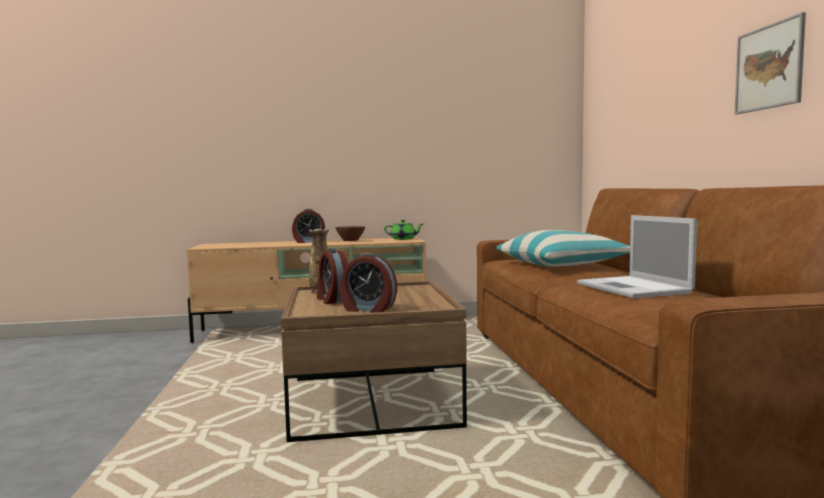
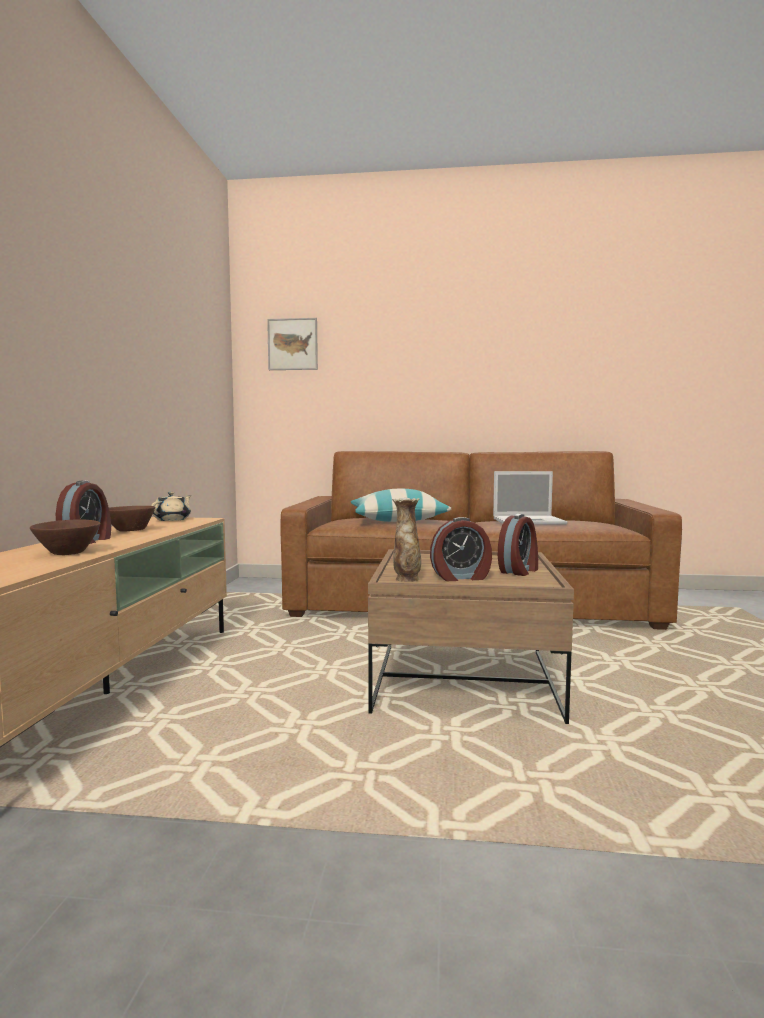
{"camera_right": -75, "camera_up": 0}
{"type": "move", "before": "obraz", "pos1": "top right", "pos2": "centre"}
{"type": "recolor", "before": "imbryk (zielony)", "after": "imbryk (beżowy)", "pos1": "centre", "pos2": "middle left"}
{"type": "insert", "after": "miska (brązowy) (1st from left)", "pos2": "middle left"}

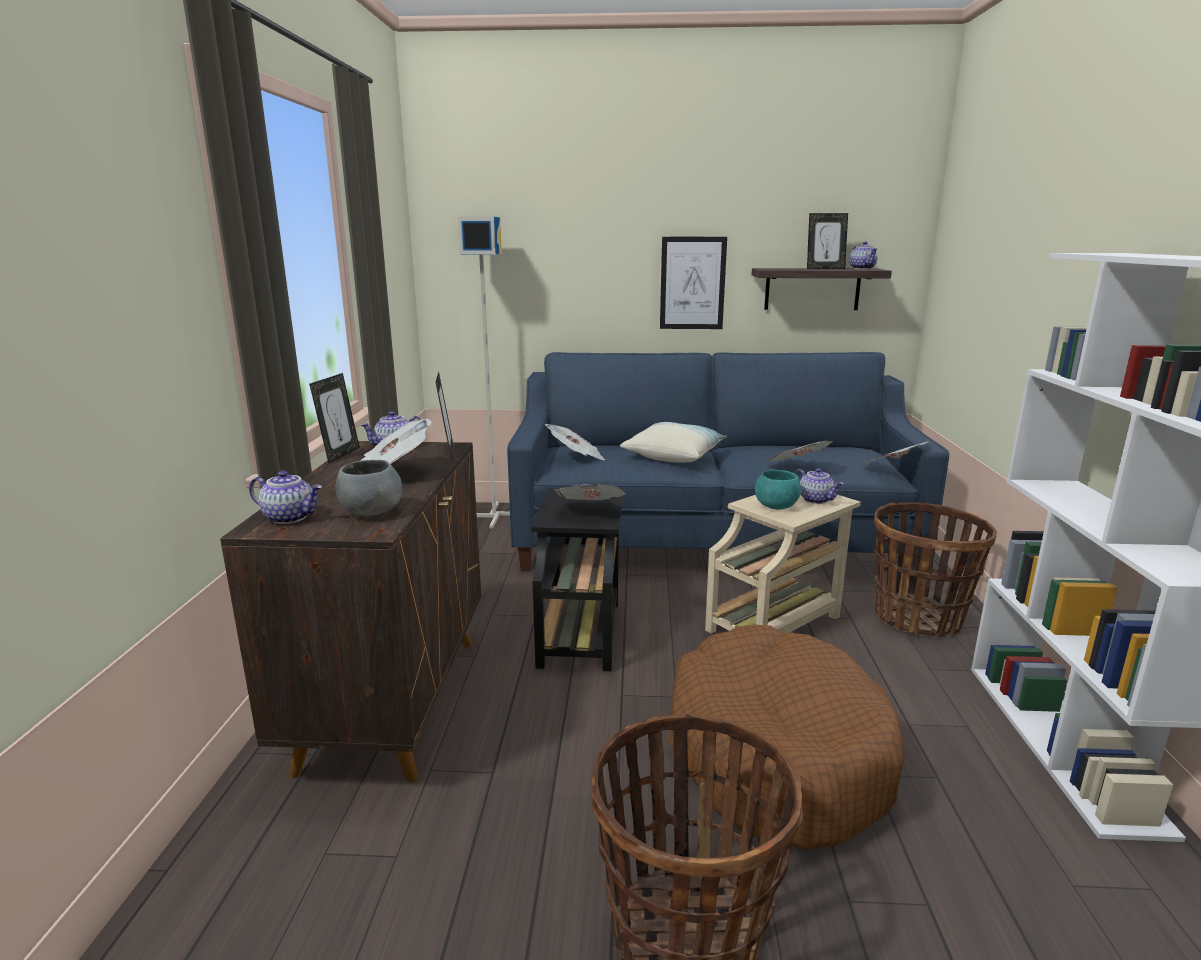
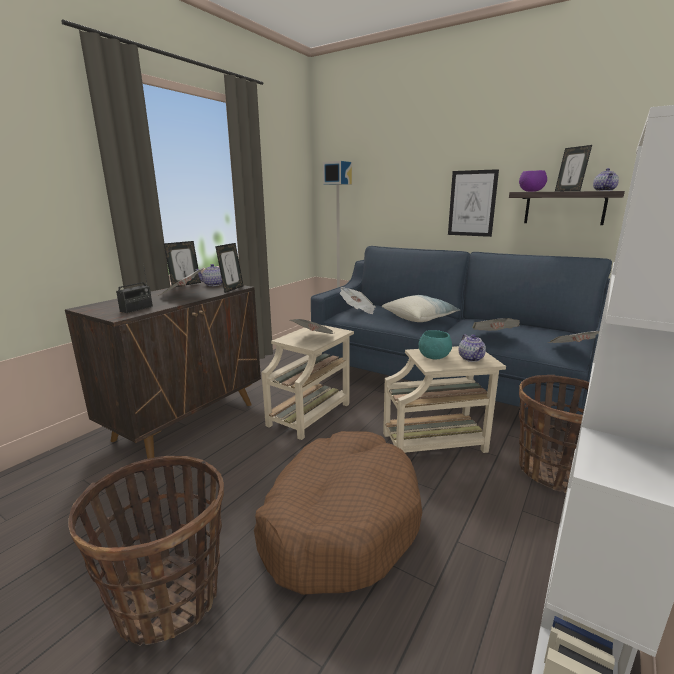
{"camera_right": 30, "camera_up": 0}
{"type": "rotate", "before": "ramka na zdjęcie (3rd from left)", "pos1": "top right", "pos2": "top right", "turn": 45}
{"type": "replace", "before": "miska (szary)", "after": "radio", "pos1": "middle left", "pos2": "middle left"}
{"type": "delete", "before": "imbryk (1st from left)", "pos1": "middle left"}
{"type": "recolor", "before": "stolik (czarny)", "after": "stolik (beżowy) (1st from left)", "pos1": "centre", "pos2": "centre"}
{"type": "insert", "after": "miska (fioletowy)", "pos2": "top right"}

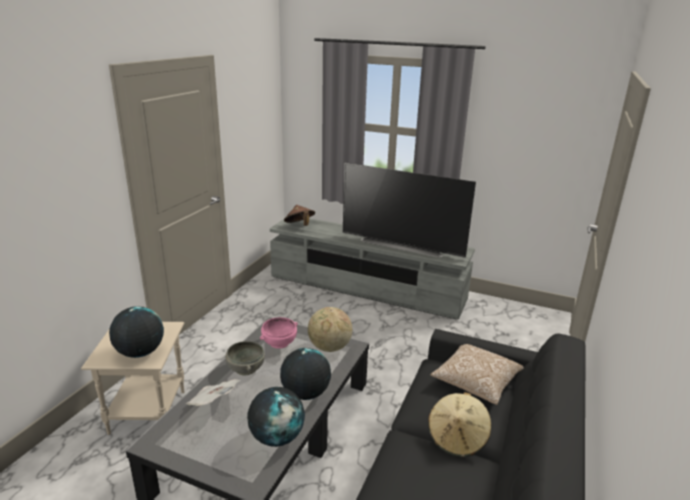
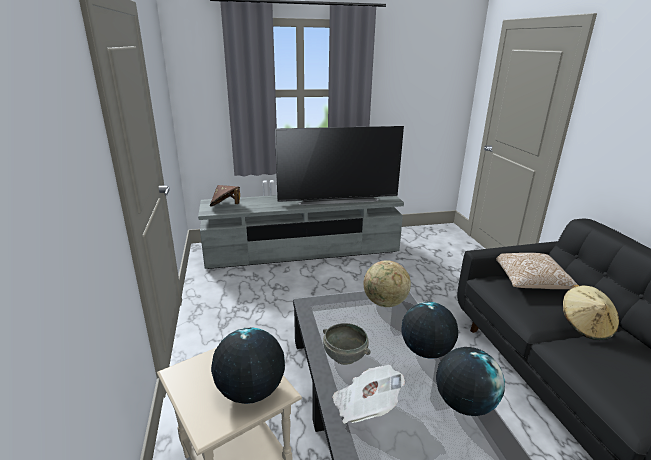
{"camera_right": -35, "camera_up": 0}
{"type": "delete", "before": "miska (różowy)", "pos1": "centre"}

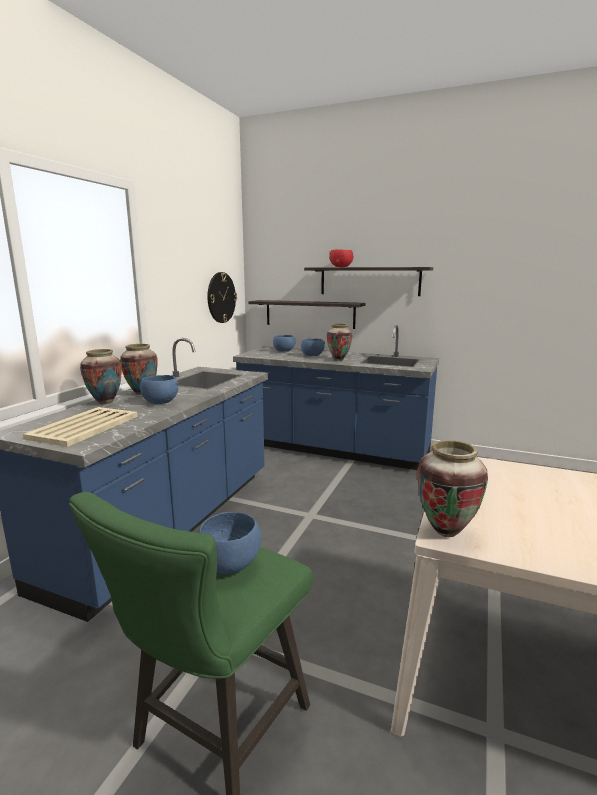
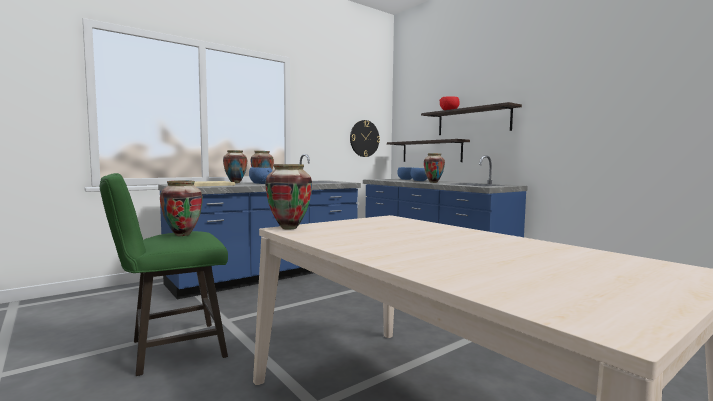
{"camera_right": 30, "camera_up": -10}
{"type": "replace", "before": "miska (niebieski) (2nd from left)", "after": "wazon (1st from left)", "pos1": "bottom centre", "pos2": "middle left"}

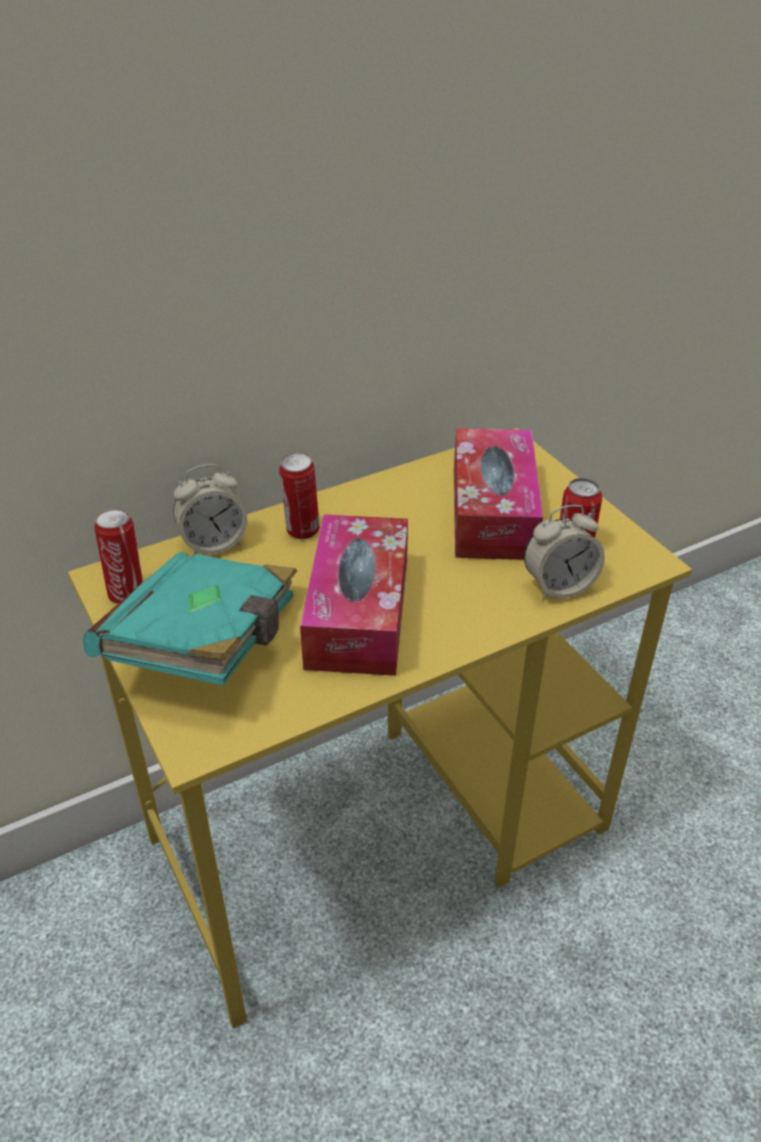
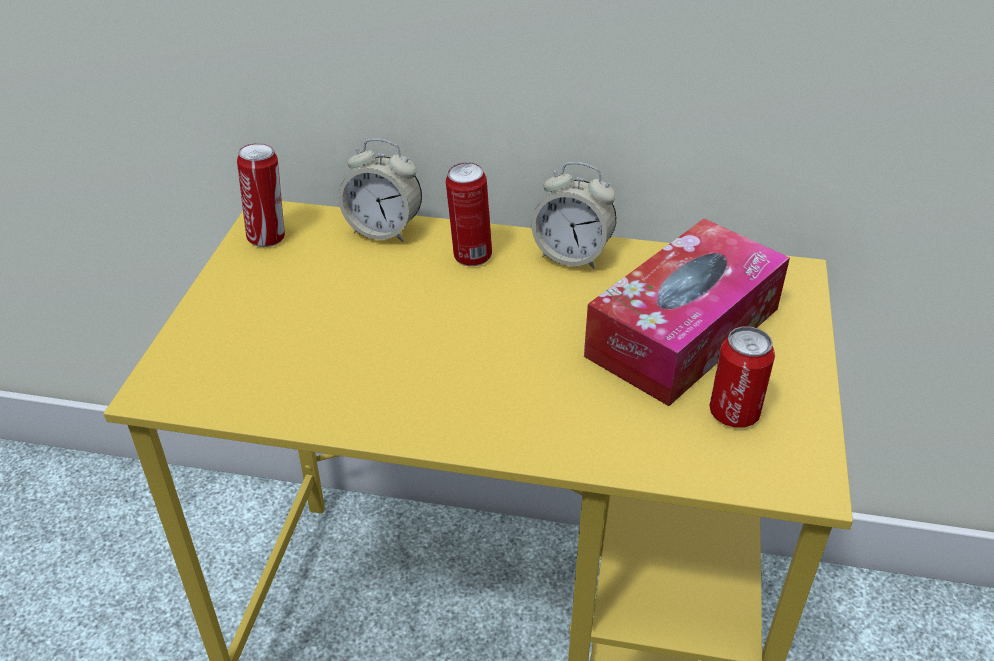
{"camera_right": 40, "camera_up": 0}
{"type": "move", "before": "budzik (2nd from left)", "pos1": "middle right", "pos2": "top centre"}
{"type": "delete", "before": "pudełko chusteczek (1st from left)", "pos1": "centre"}
{"type": "delete", "before": "książka (turkusowy)", "pos1": "middle left"}

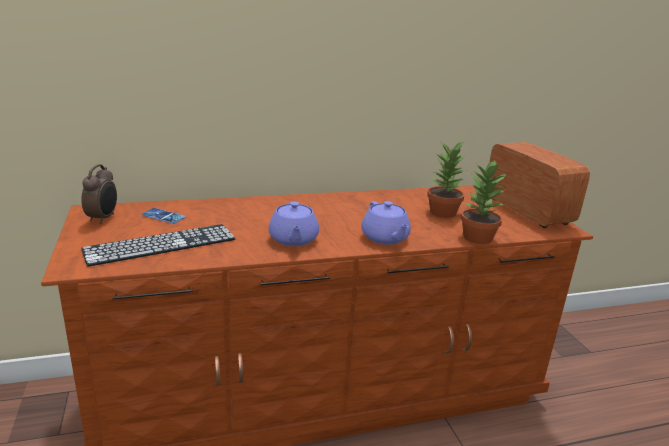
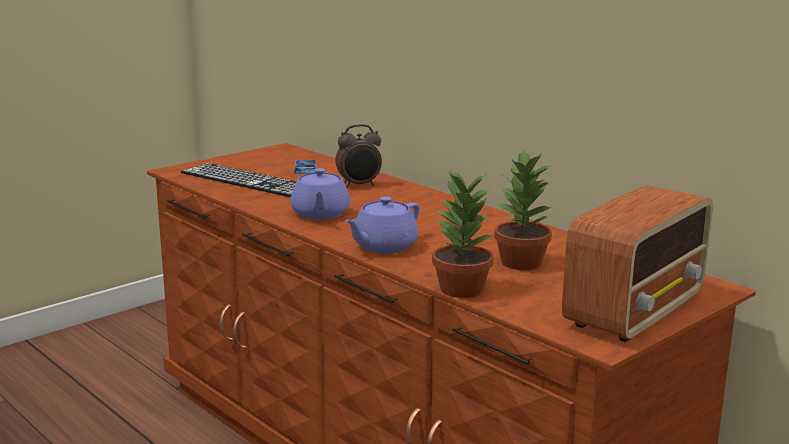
{"camera_right": 65, "camera_up": -5}
{"type": "move", "before": "budzik", "pos1": "middle left", "pos2": "centre"}
{"type": "rotate", "before": "imbryk (fioletowy) (1st from left)", "pos1": "centre", "pos2": "centre", "turn": -60}

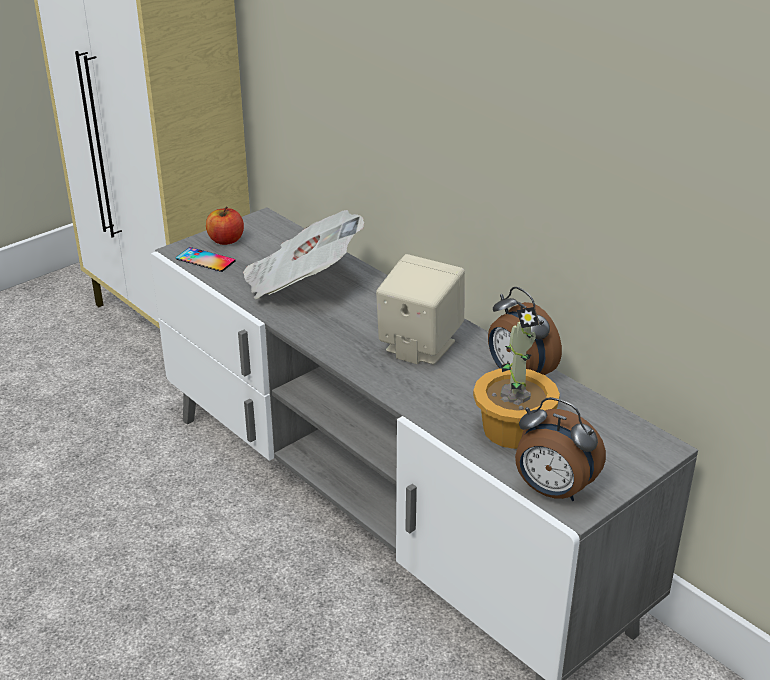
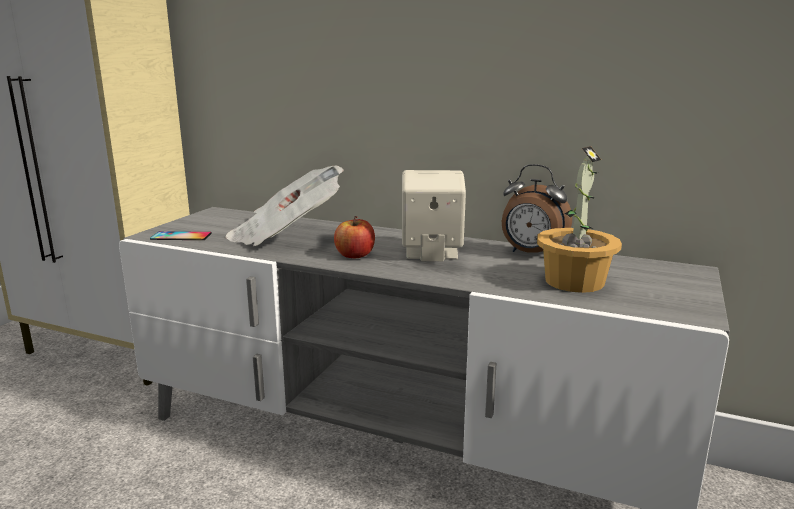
{"camera_right": -25, "camera_up": -15}
{"type": "move", "before": "jabłko", "pos1": "top left", "pos2": "centre"}
{"type": "delete", "before": "budzik (2nd from left)", "pos1": "middle right"}

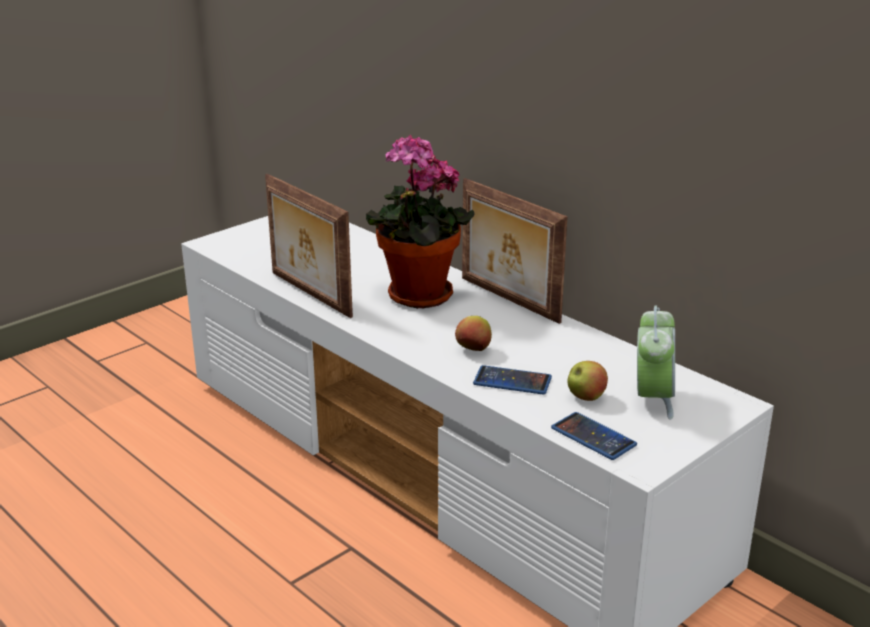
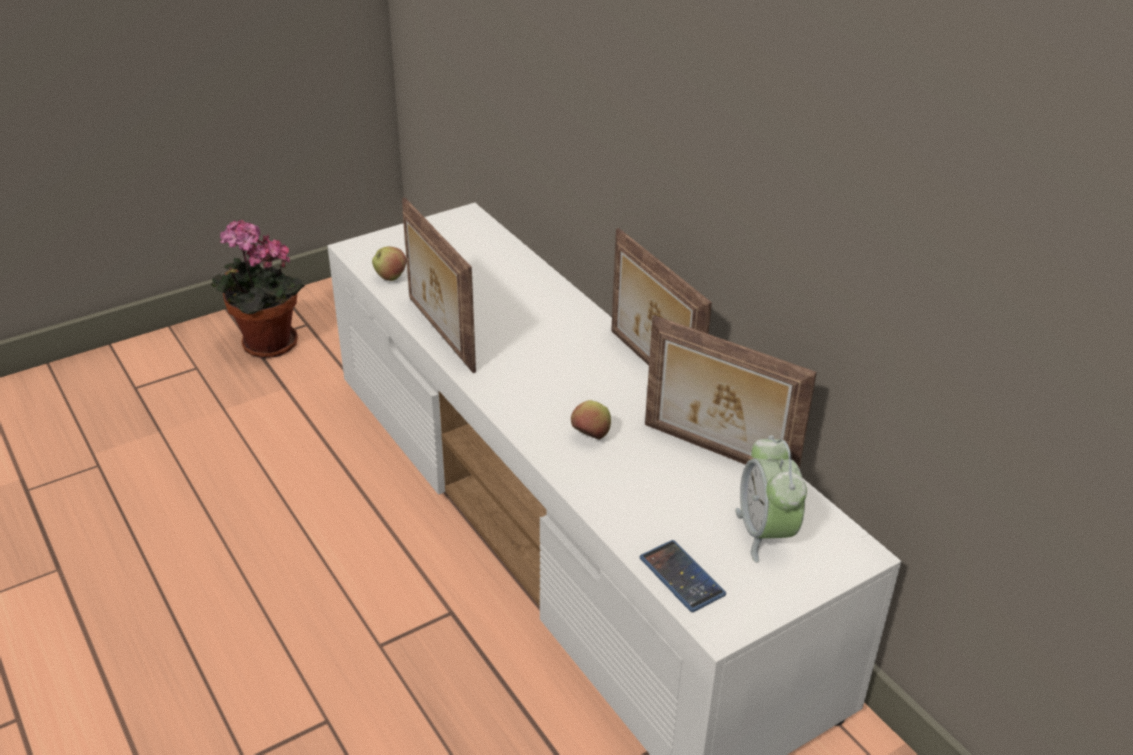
{"camera_right": 10, "camera_up": 10}
{"type": "move", "before": "roślina doniczkowa", "pos1": "centre", "pos2": "middle left"}
{"type": "rotate", "before": "budzik", "pos1": "middle right", "pos2": "middle right", "turn": 150}
{"type": "move", "before": "jabłko (2nd from left in the first image)", "after": "jabłko (1st from left)", "pos1": "middle right", "pos2": "centre"}
{"type": "delete", "before": "telefon (1st from left)", "pos1": "centre"}
{"type": "insert", "after": "ramka na zdjęcie (3rd from left)", "pos2": "centre"}

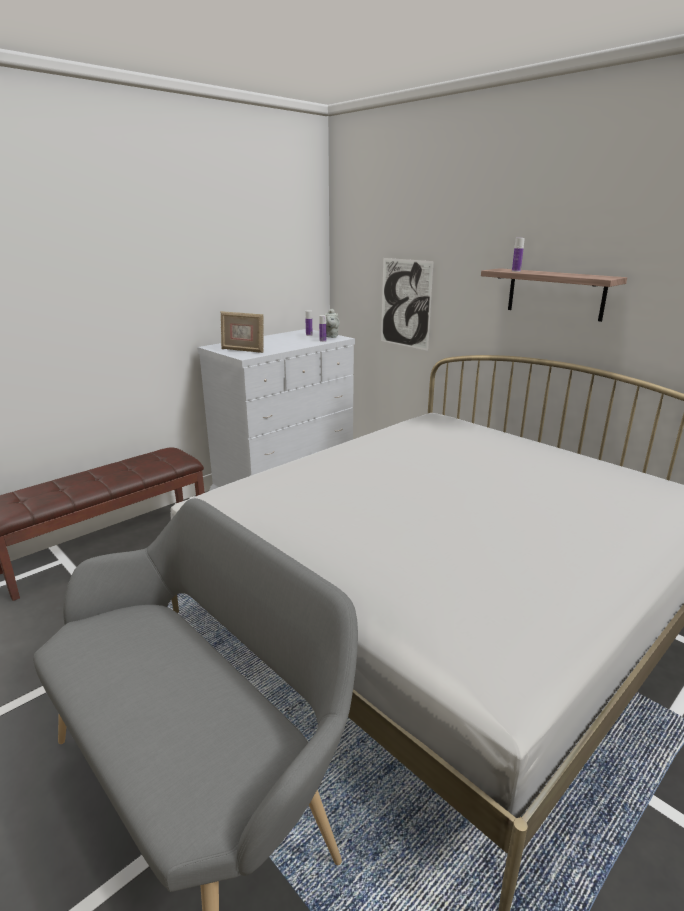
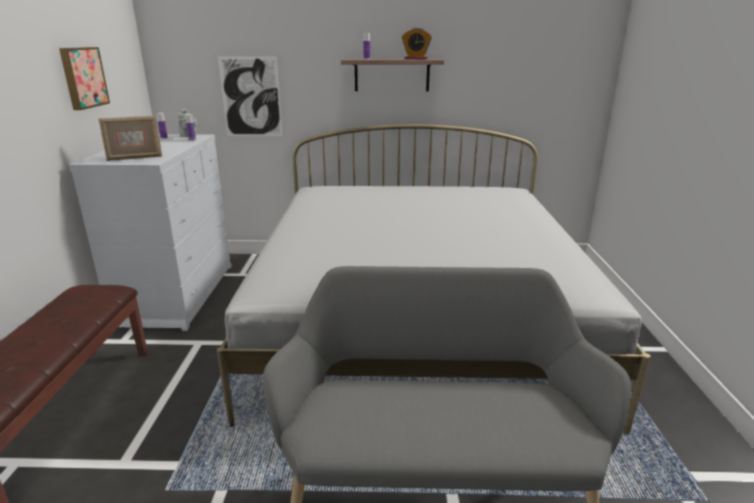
{"camera_right": -45, "camera_up": 0}
{"type": "insert", "after": "budzik", "pos2": "top centre"}
{"type": "insert", "after": "obraz (1st from left)", "pos2": "top left"}

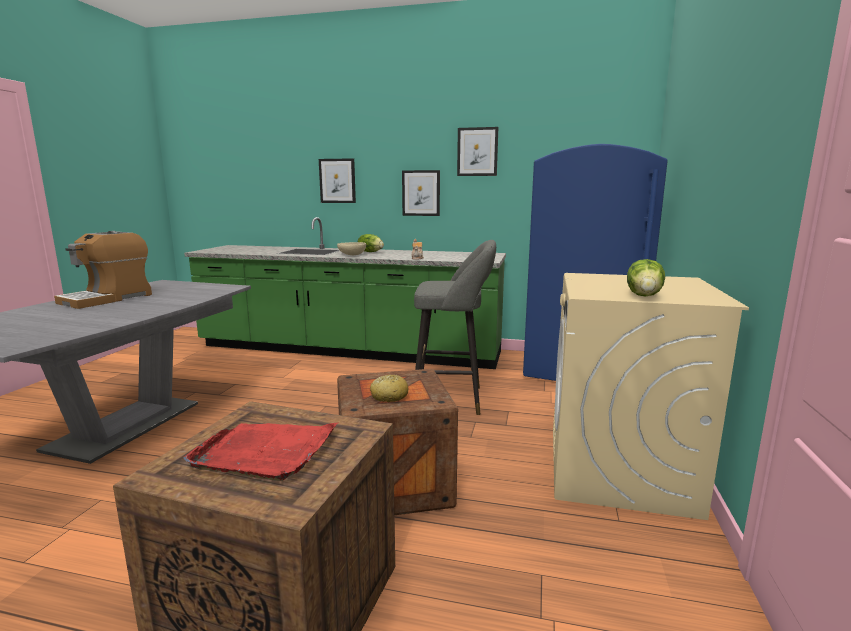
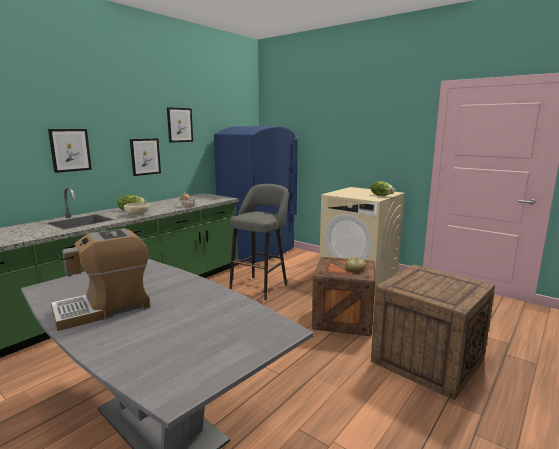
{"camera_right": -65, "camera_up": 0}
{"type": "rotate", "before": "ekspres do kawy", "pos1": "middle left", "pos2": "middle left", "turn": 90}
{"type": "delete", "before": "taca (czerwony)", "pos1": "bottom left"}

